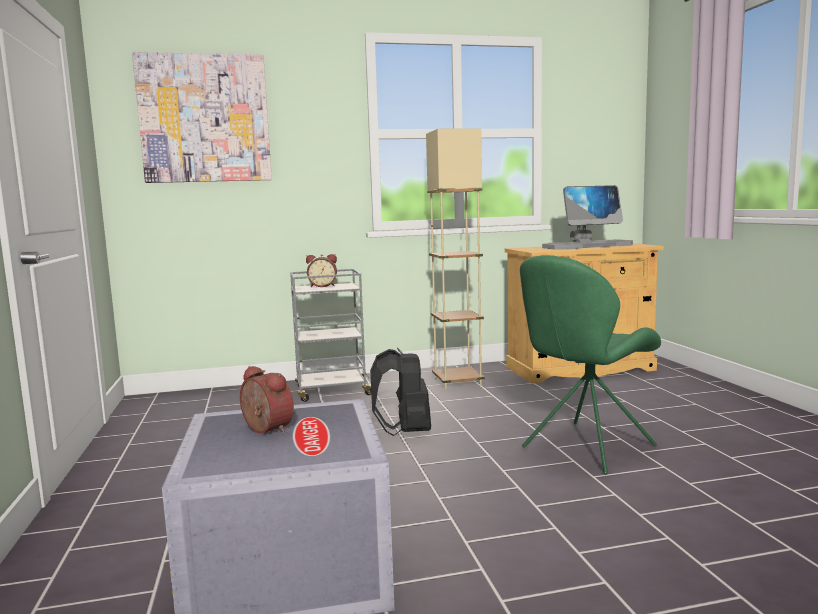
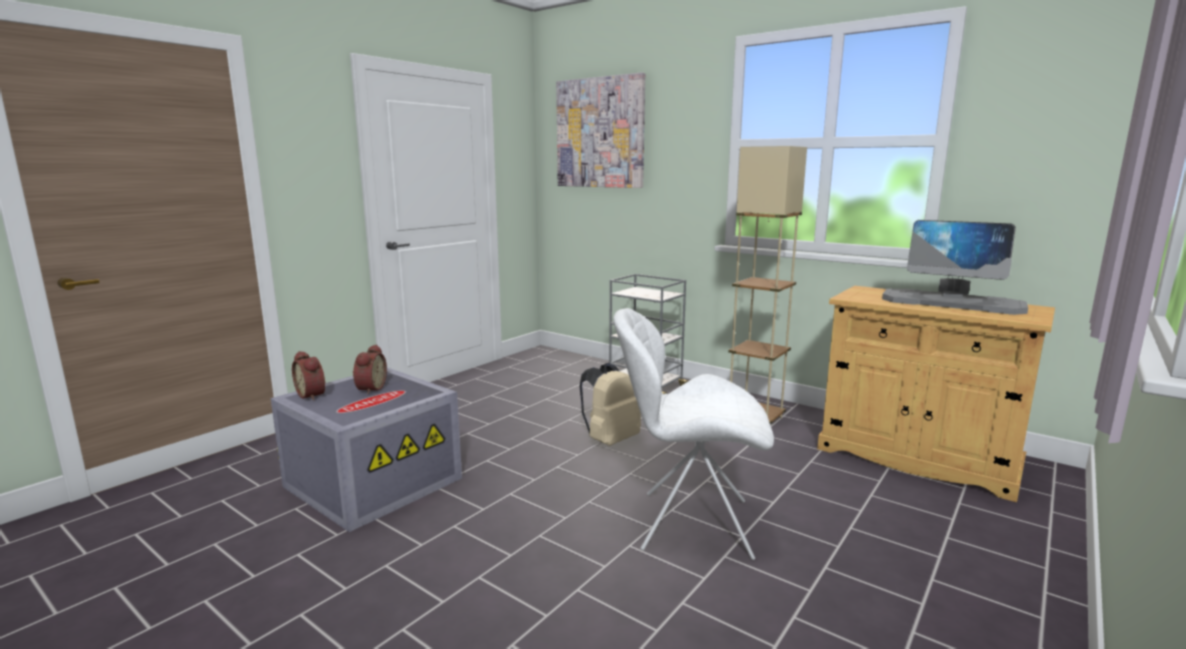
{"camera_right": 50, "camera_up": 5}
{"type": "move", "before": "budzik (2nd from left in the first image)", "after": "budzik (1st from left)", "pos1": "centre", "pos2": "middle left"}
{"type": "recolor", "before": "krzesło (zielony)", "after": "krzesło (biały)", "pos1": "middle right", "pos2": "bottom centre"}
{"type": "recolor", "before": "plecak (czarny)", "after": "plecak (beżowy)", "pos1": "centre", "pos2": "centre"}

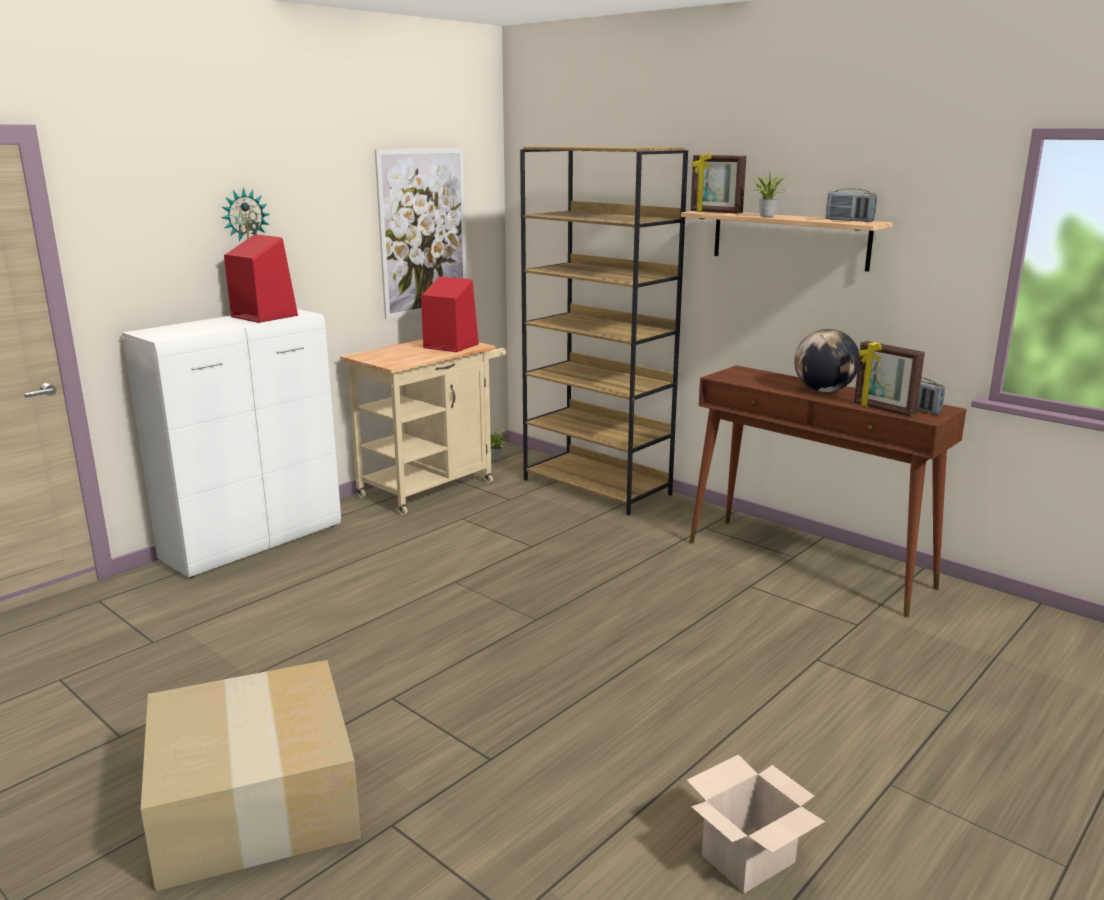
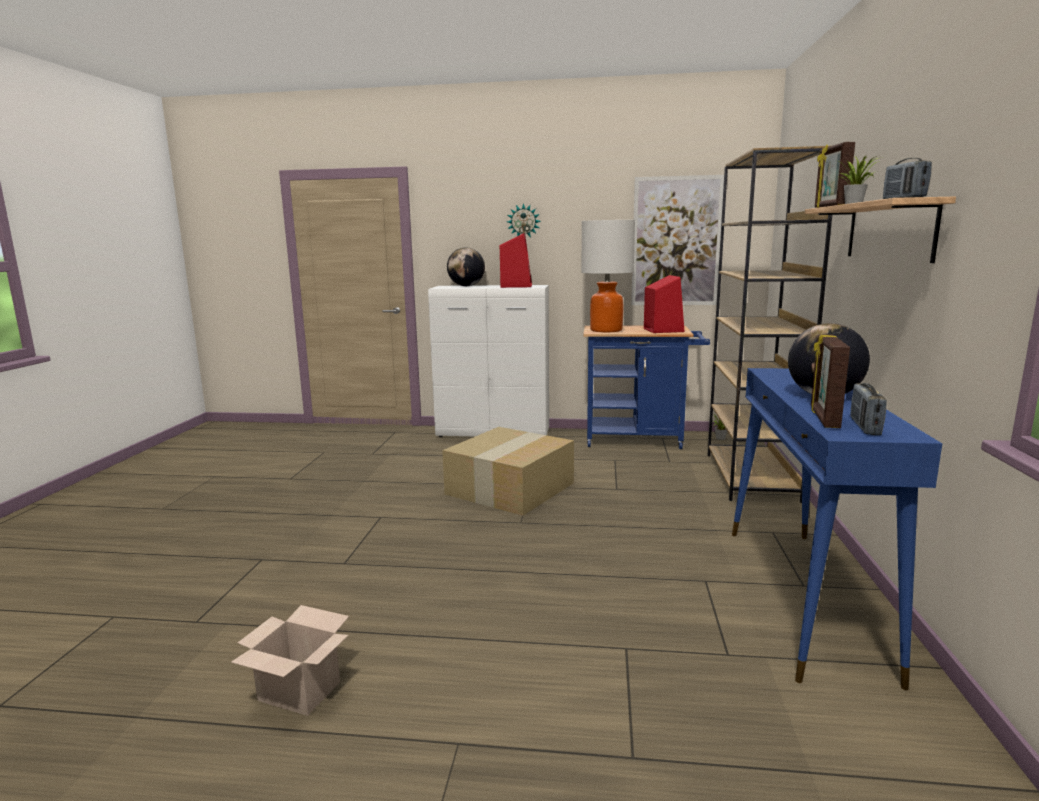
{"camera_right": 55, "camera_up": -5}
{"type": "recolor", "before": "wózek (beżowy)", "after": "wózek (niebieski)", "pos1": "centre", "pos2": "centre"}
{"type": "recolor", "before": "stolik konsolowy (brązowy)", "after": "stolik konsolowy (niebieski)", "pos1": "middle right", "pos2": "middle right"}
{"type": "move", "before": "karton (1st from left in the first image)", "after": "karton (2nd from left)", "pos1": "bottom left", "pos2": "centre"}
{"type": "insert", "after": "lampa stołowa", "pos2": "centre"}
{"type": "insert", "after": "globus (1st from left)", "pos2": "centre"}

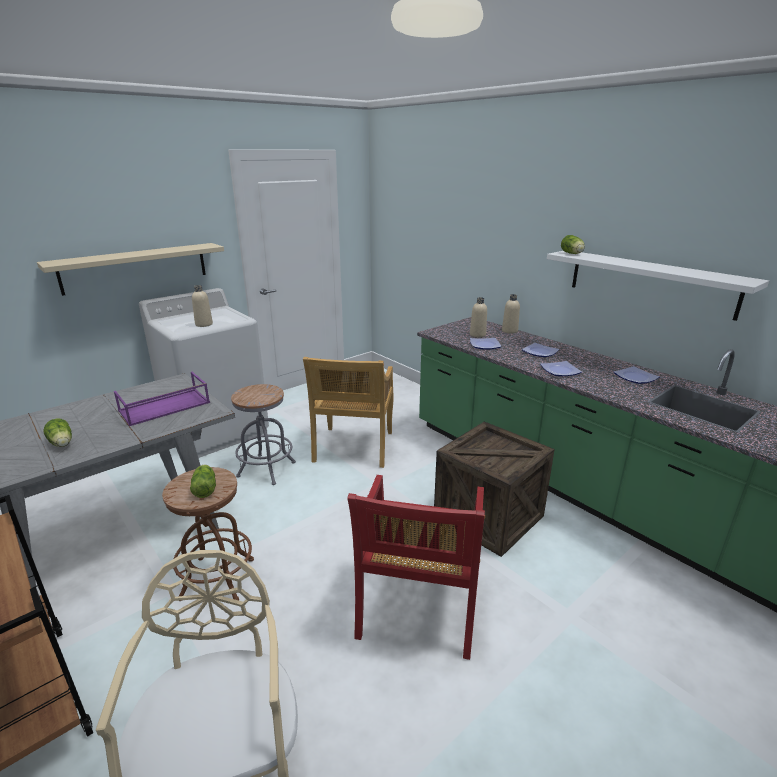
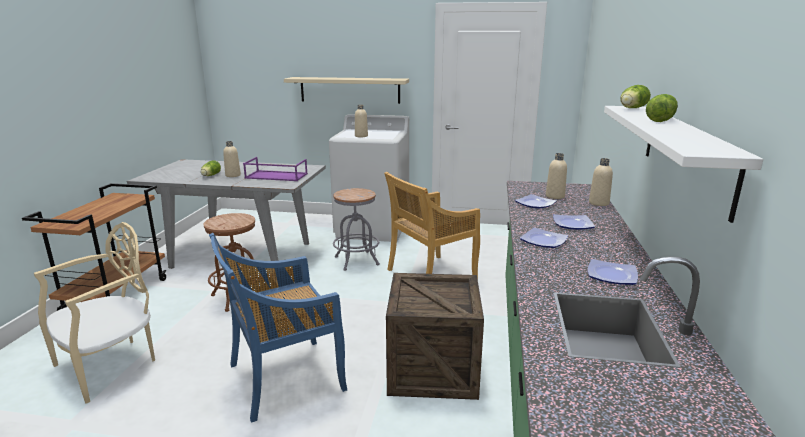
{"camera_right": 50, "camera_up": -5}
{"type": "move", "before": "sałata (2nd from left in the first image)", "after": "sałata (3rd from left)", "pos1": "middle left", "pos2": "top right"}
{"type": "recolor", "before": "krzesło (czerwony)", "after": "krzesło (niebieski)", "pos1": "bottom centre", "pos2": "bottom centre"}
{"type": "insert", "after": "butelka (beżowy) (1st from left)", "pos2": "middle left"}

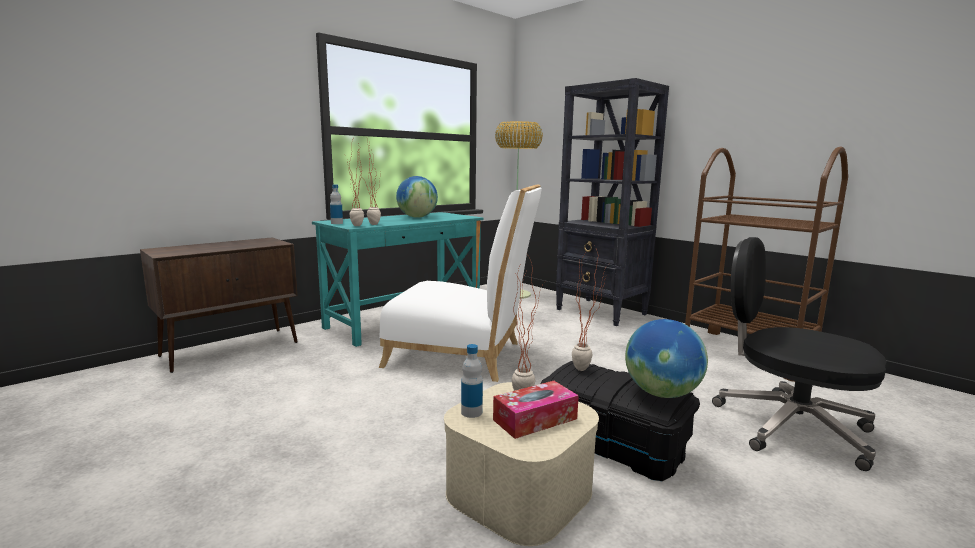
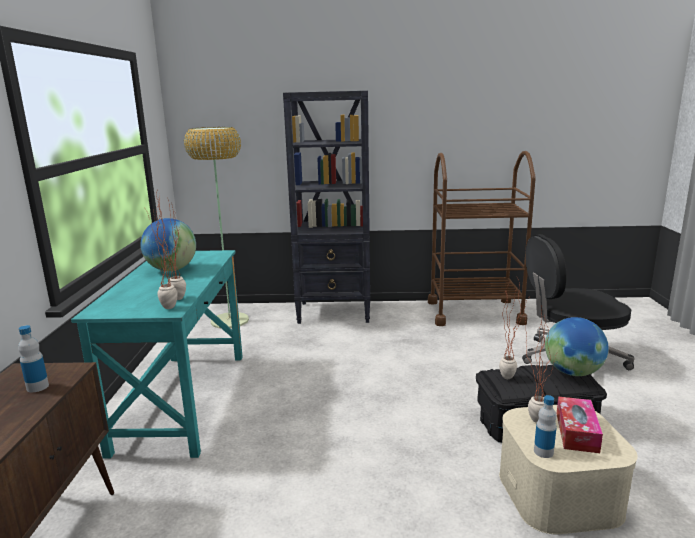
{"camera_right": -45, "camera_up": 5}
{"type": "delete", "before": "krzesło (biały)", "pos1": "centre"}
{"type": "move", "before": "butelka (1st from left)", "pos1": "centre", "pos2": "middle left"}

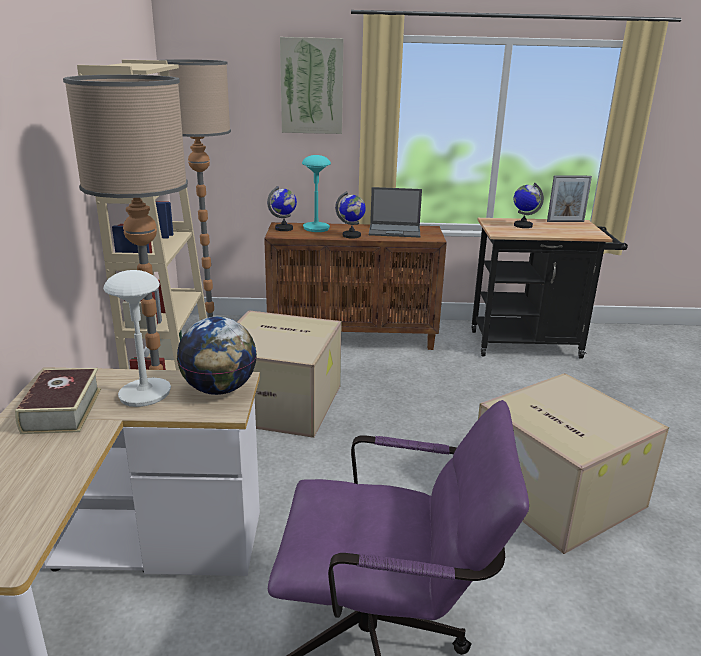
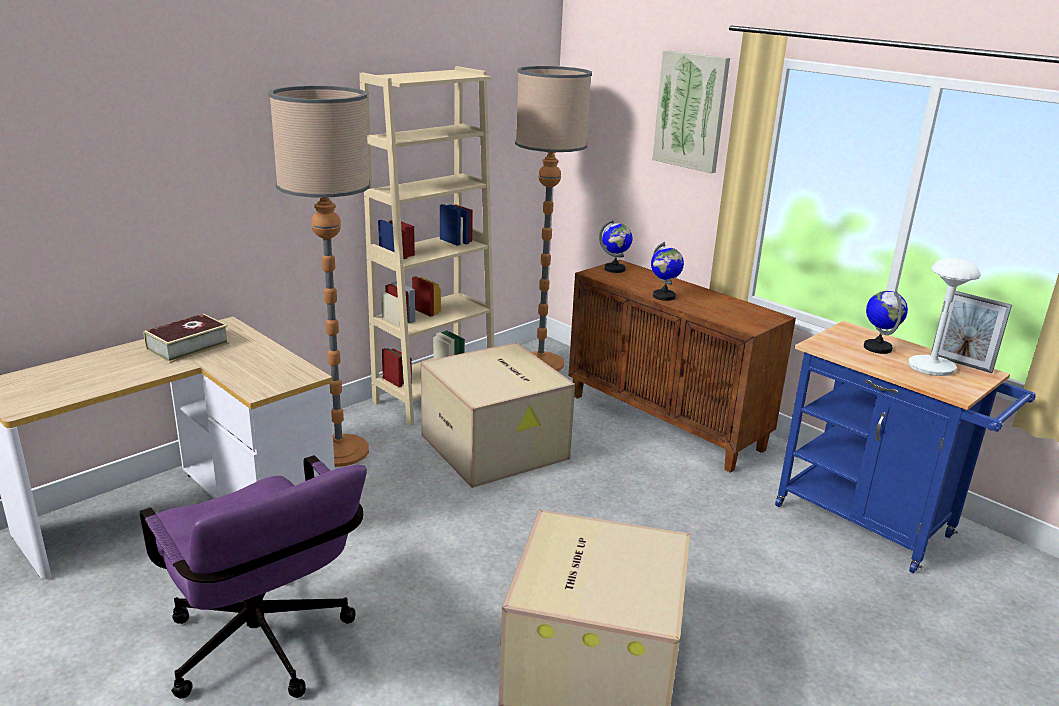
{"camera_right": 45, "camera_up": 0}
{"type": "delete", "before": "lampa stołowa (turkusowy)", "pos1": "top centre"}
{"type": "delete", "before": "laptop", "pos1": "top centre"}
{"type": "recolor", "before": "wózek (czarny)", "after": "wózek (niebieski)", "pos1": "middle right", "pos2": "middle right"}
{"type": "move", "before": "lampa stołowa (biały)", "pos1": "middle left", "pos2": "middle right"}
{"type": "delete", "before": "globus (1st from left)", "pos1": "middle left"}

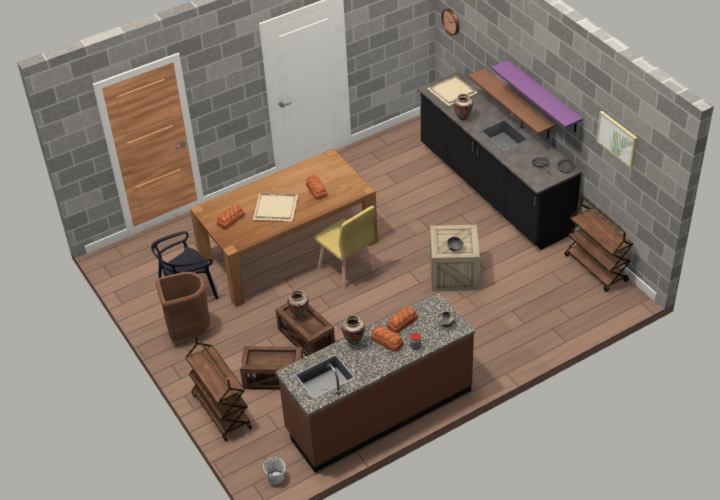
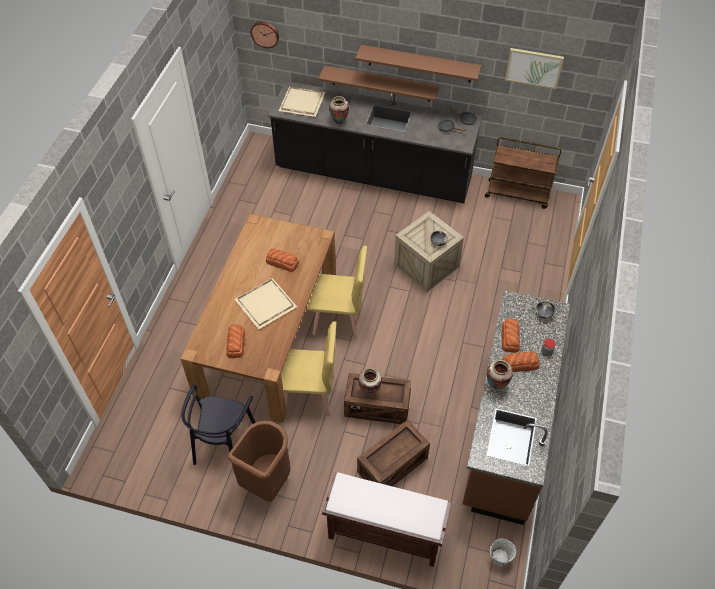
{"camera_right": -45, "camera_up": 10}
{"type": "recolor", "before": "półka (fioletowy)", "after": "półka (brązowy) (2nd from left)", "pos1": "top right", "pos2": "top centre"}
{"type": "replace", "before": "wózek (brązowy) (1st from left)", "after": "ławka (brązowy)", "pos1": "bottom left", "pos2": "bottom centre"}
{"type": "insert", "after": "krzesło (żółty) (1st from left)", "pos2": "centre"}

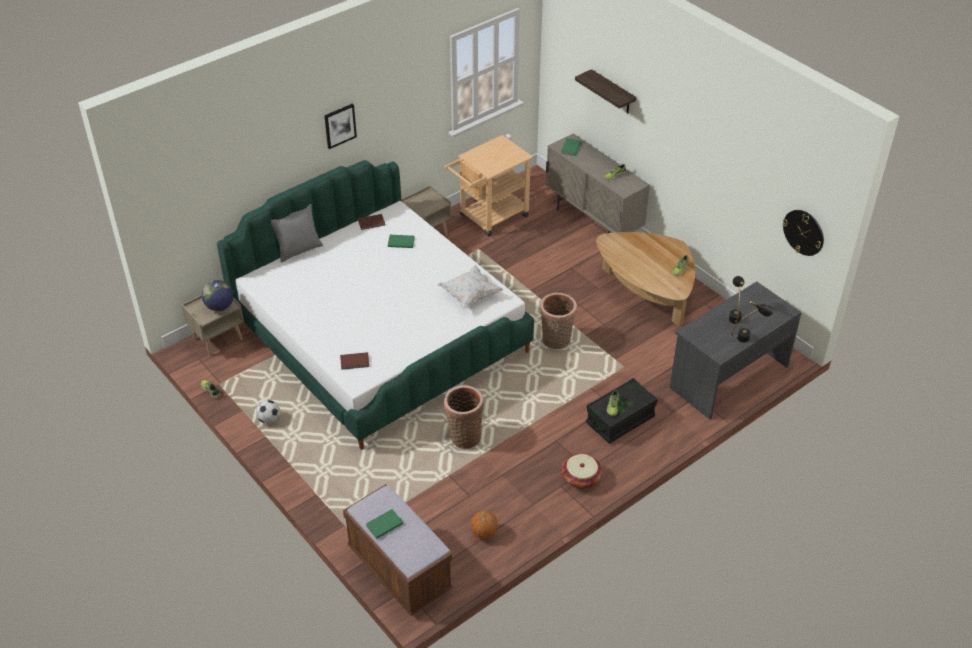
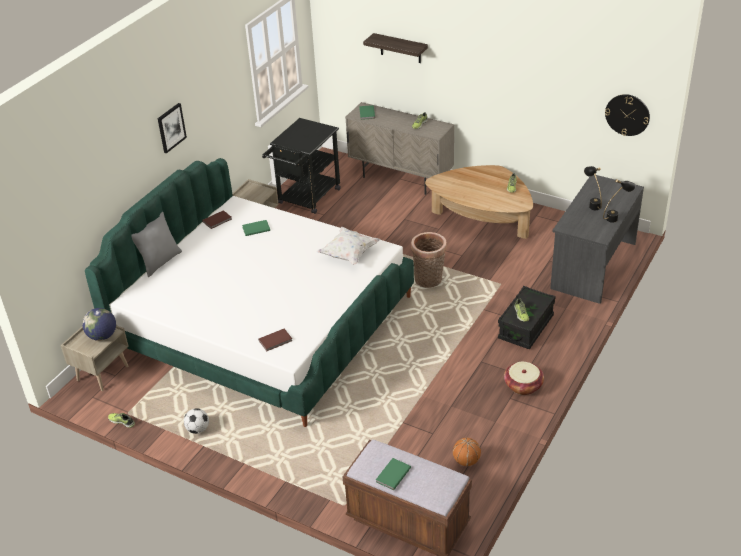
{"camera_right": -20, "camera_up": -5}
{"type": "recolor", "before": "wózek (beżowy)", "after": "wózek (czarny)", "pos1": "top centre", "pos2": "top centre"}
{"type": "delete", "before": "koszyk (1st from left)", "pos1": "centre"}

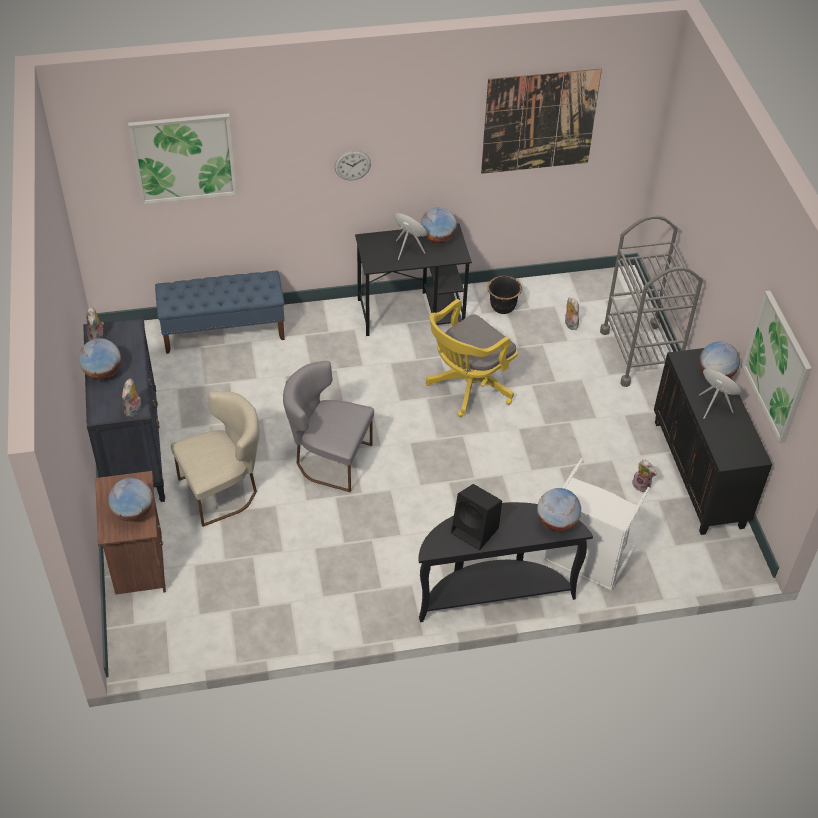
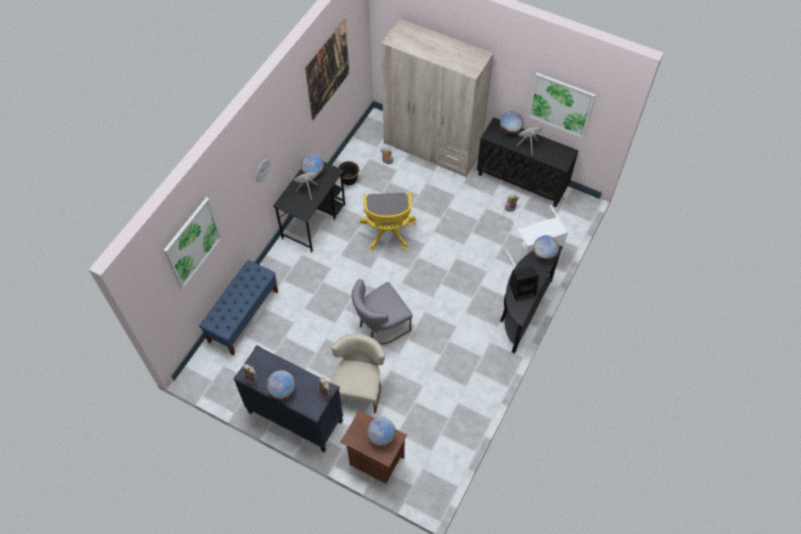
{"camera_right": -50, "camera_up": 10}
{"type": "replace", "before": "wózek (szary)", "after": "szafa (beżowy)", "pos1": "middle right", "pos2": "top centre"}

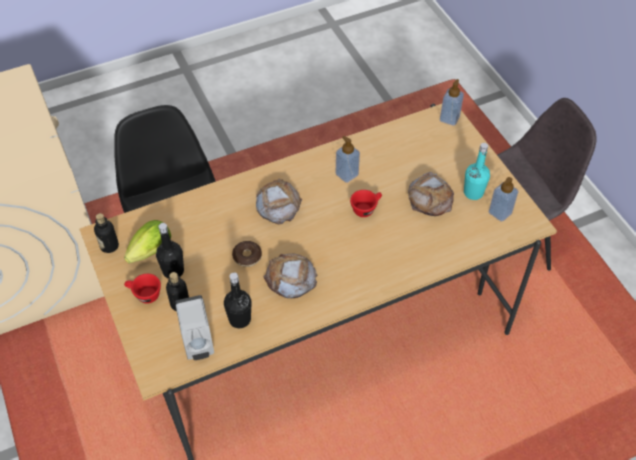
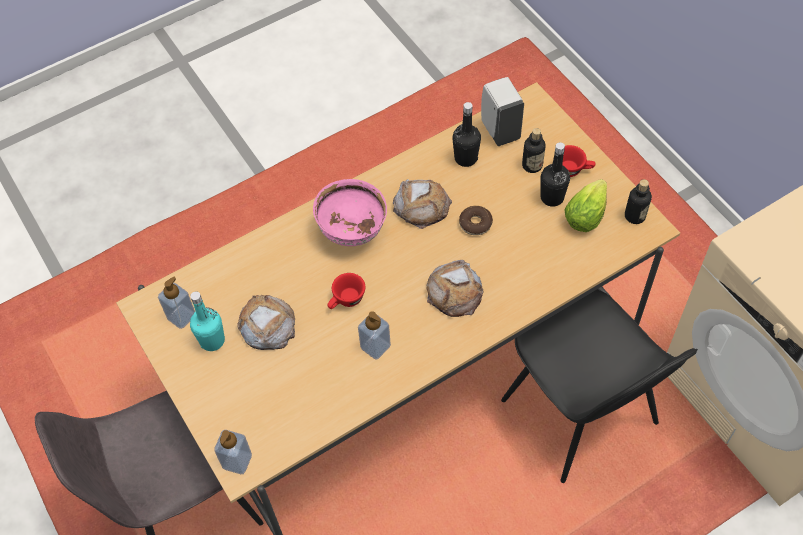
{"camera_right": 175, "camera_up": 5}
{"type": "insert", "after": "miska (różowy)", "pos2": "centre"}

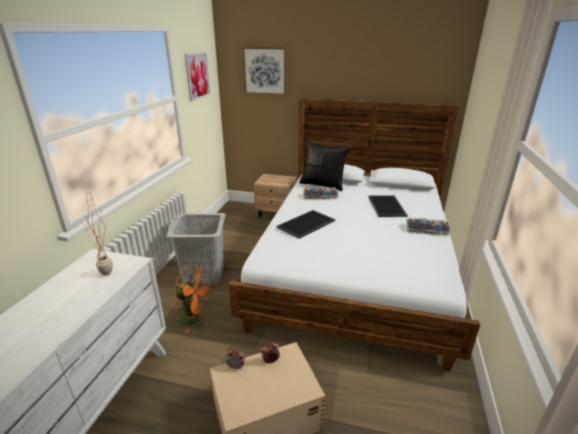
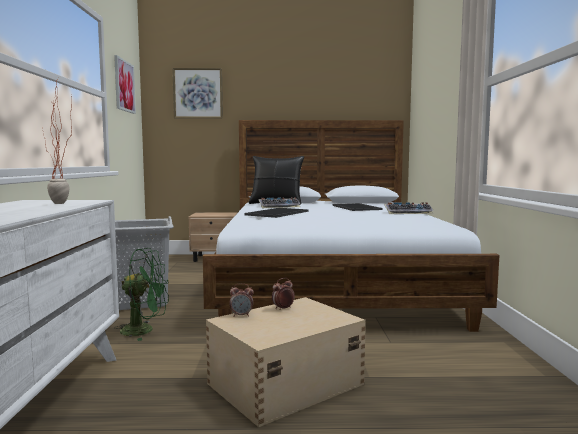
{"camera_right": -15, "camera_up": -20}
{"type": "recolor", "before": "wentylator (pomarańczowy)", "after": "wentylator (zielony)", "pos1": "bottom centre", "pos2": "bottom left"}

